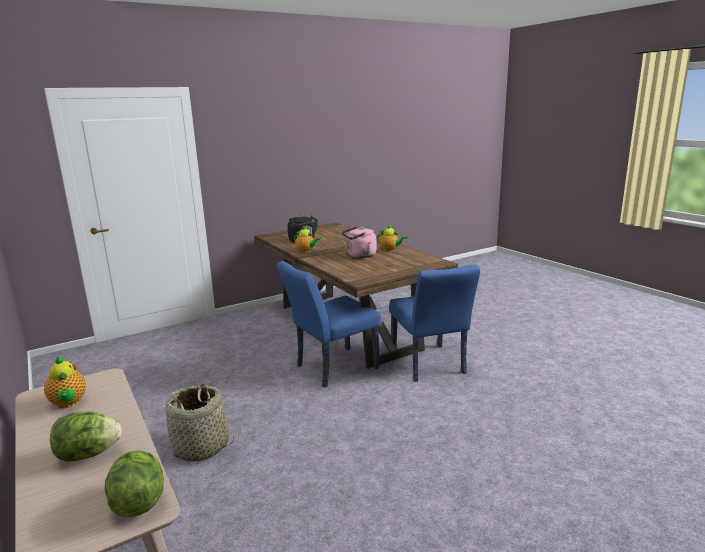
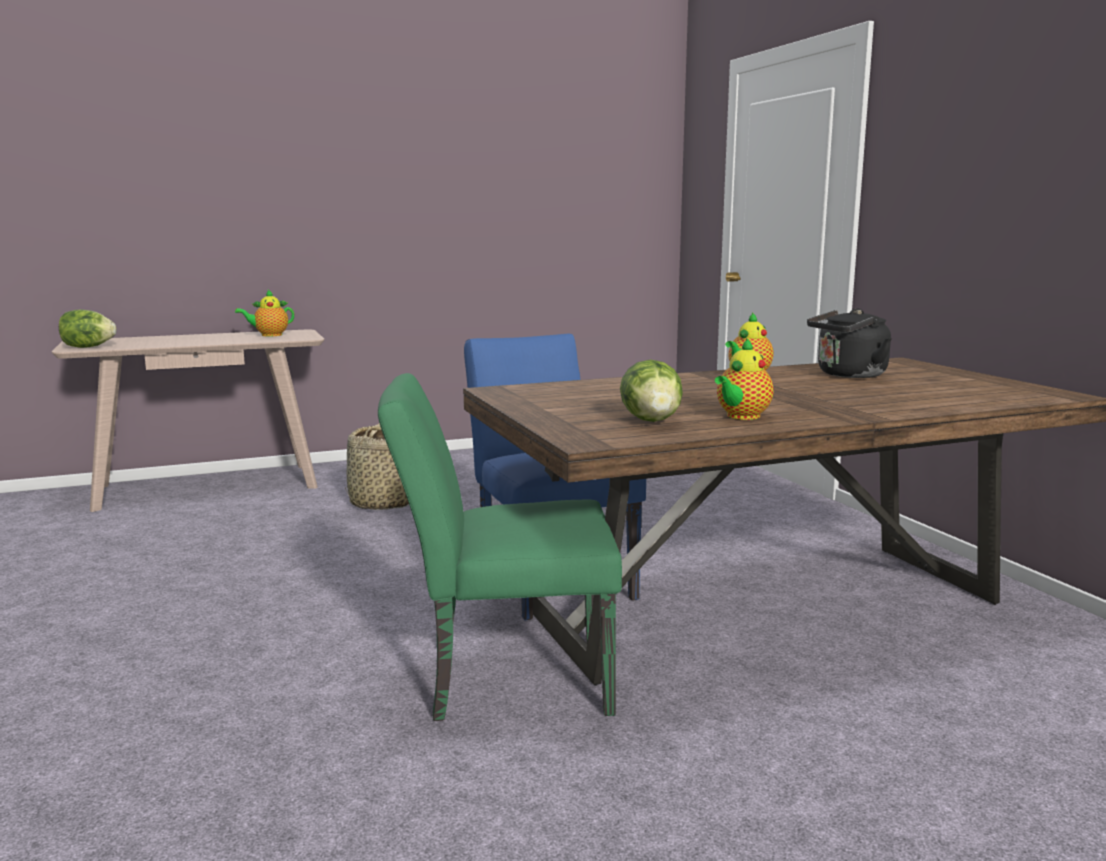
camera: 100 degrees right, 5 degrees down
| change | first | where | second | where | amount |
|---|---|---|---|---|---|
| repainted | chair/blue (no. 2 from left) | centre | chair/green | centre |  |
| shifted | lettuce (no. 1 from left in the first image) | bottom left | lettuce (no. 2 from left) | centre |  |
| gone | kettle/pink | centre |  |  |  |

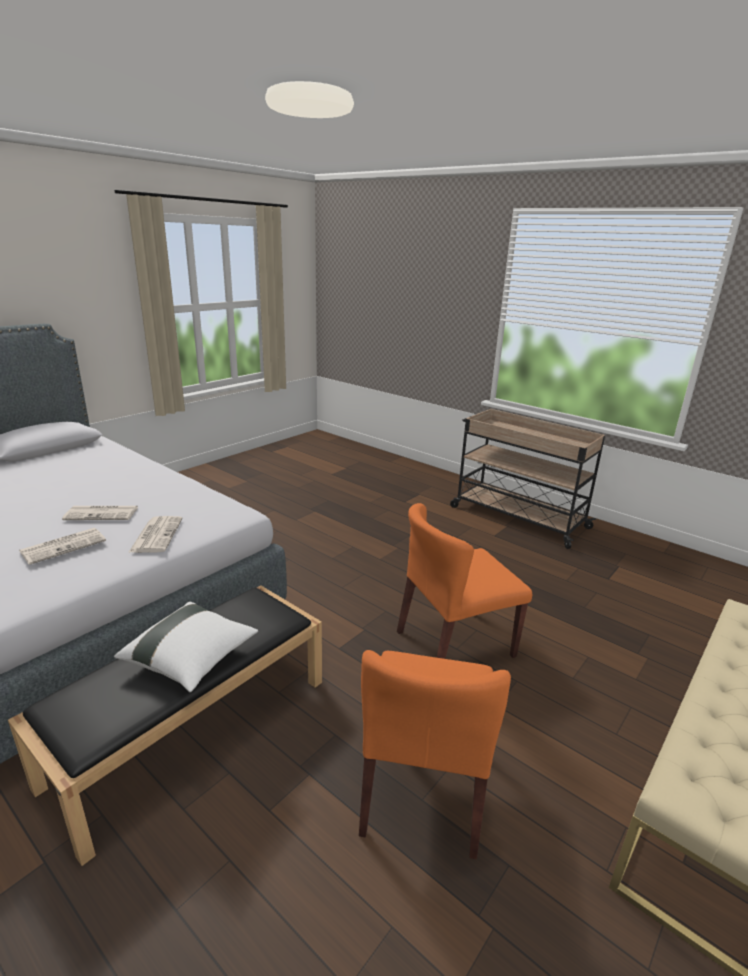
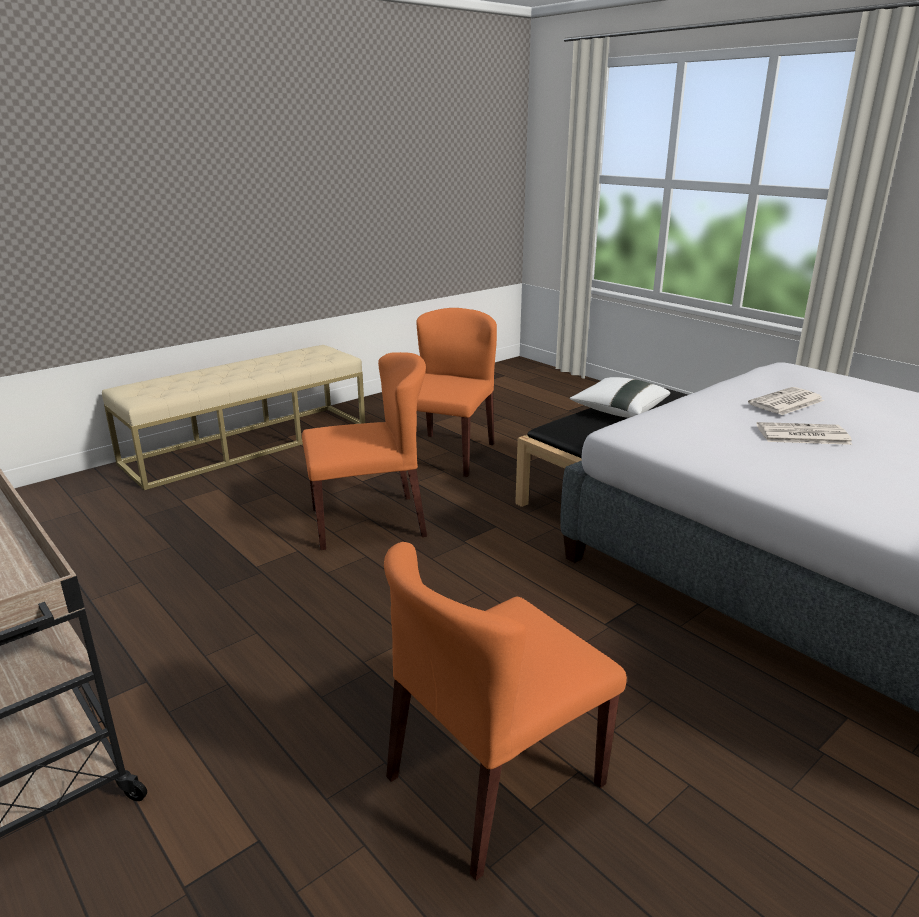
camera: 170 degrees left, 0 degrees up
| change | first | where | second | where | amount |
|---|---|---|---|---|---|
| new |  |  | chair/orange (no. 3 from left) | bottom centre |  |
| gone | newspaper (no. 3 from left) | middle left |  |  |  |

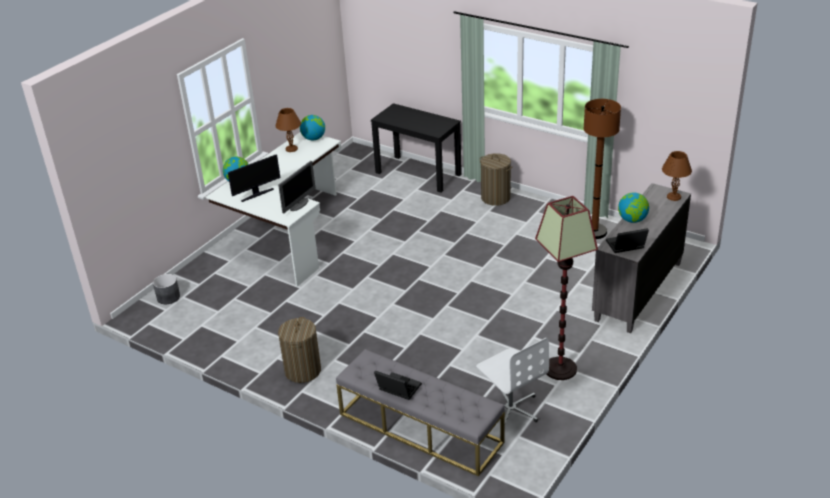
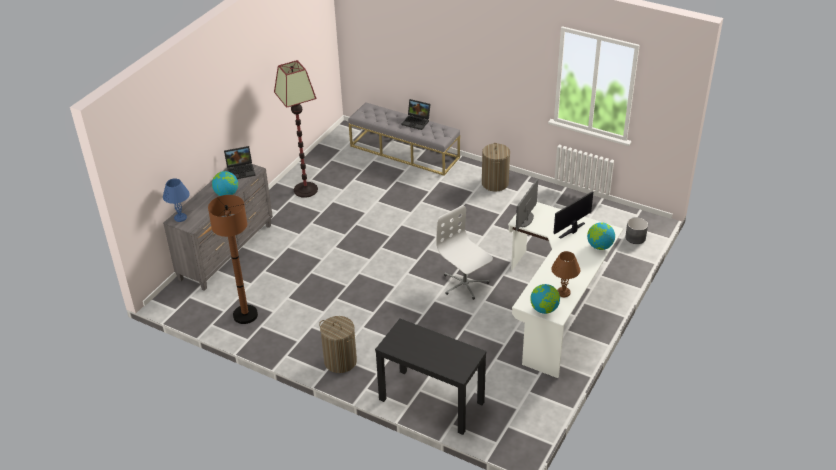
camera: 175 degrees right, 5 degrees up
| change | first | where | second | where | amount |
|---|---|---|---|---|---|
| repainted | table lamp/brown (no. 2 from left) | middle right | table lamp/blue | middle left |  |
| shifted | office chair/white | bottom centre |  | centre |  |

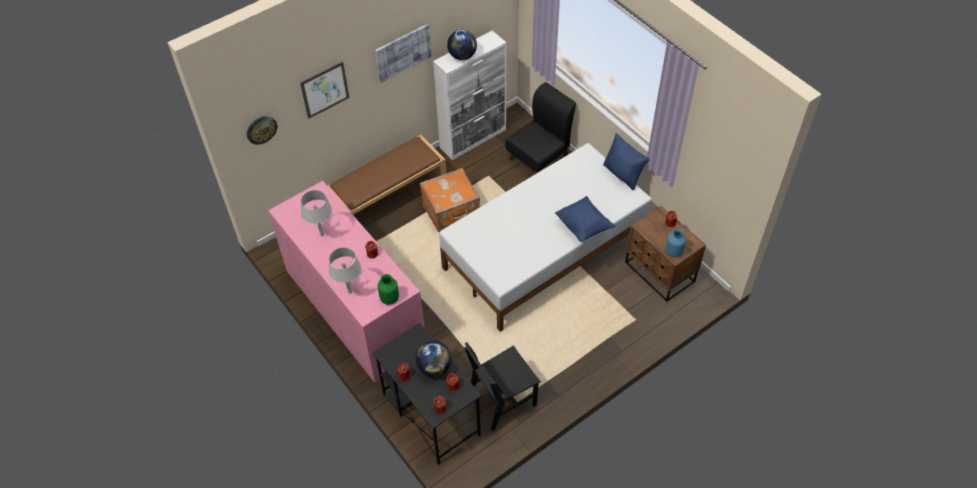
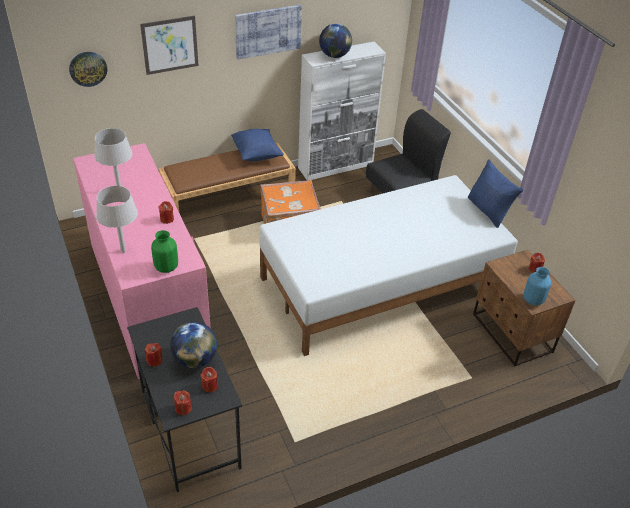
camera: 10 degrees right, 10 degrees down
| change | first | where | second | where | amount |
|---|---|---|---|---|---|
| shifted | pillow/blue (no. 1 from left) | centre |  | top centre |  |
| gone | chair/black (no. 1 from left) | bottom centre |  |  |  |

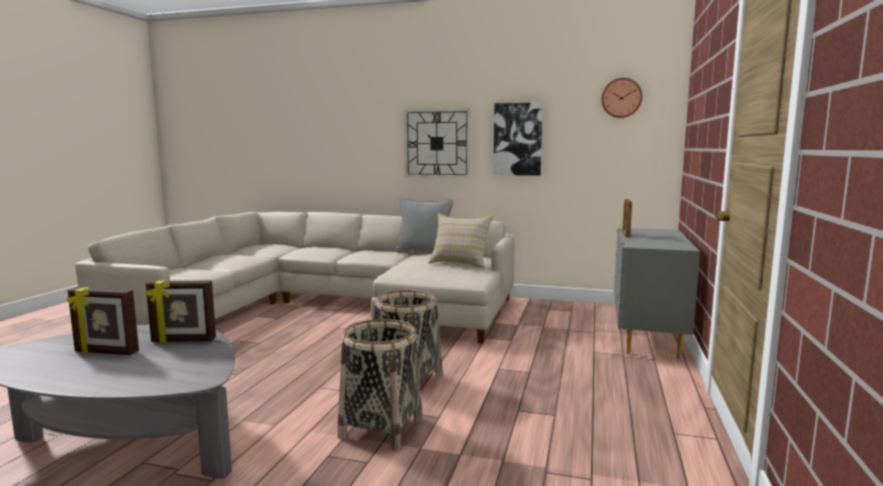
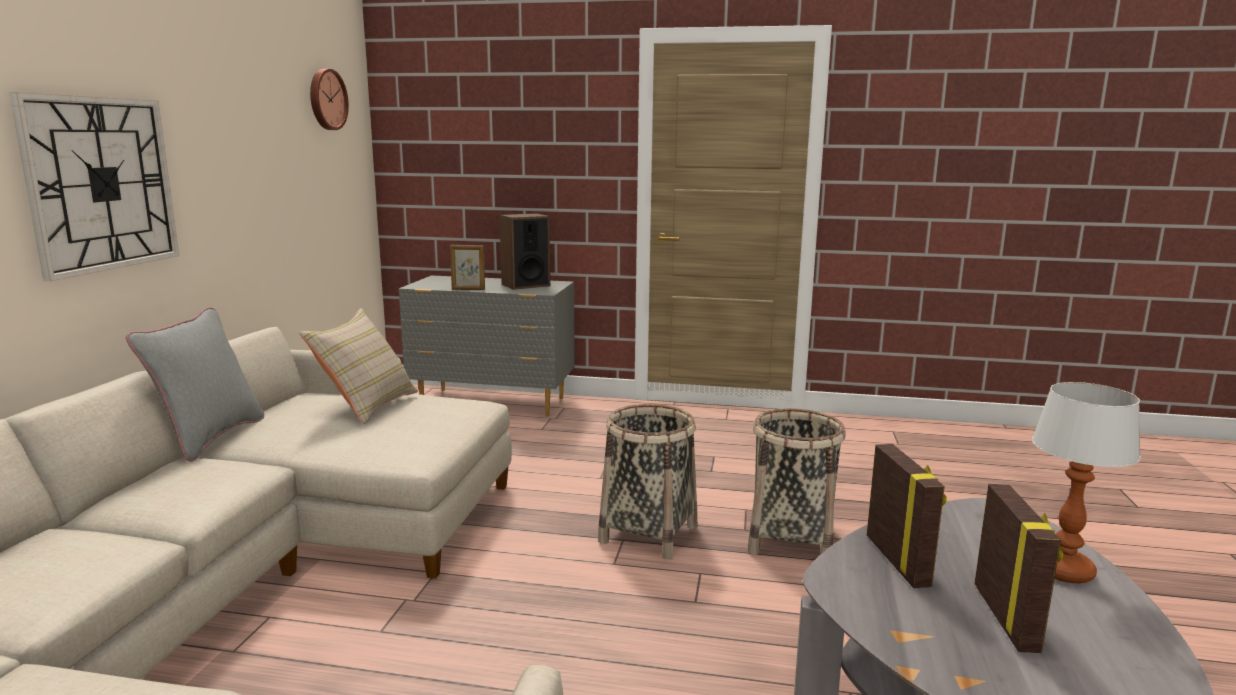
camera: 95 degrees left, 5 degrees up
| change | first | where | second | where | amount |
|---|---|---|---|---|---|
| new |  |  | speaker | centre |  |
| new |  |  | table lamp | bottom right |  |
| gone | picture | top centre |  |  |  |

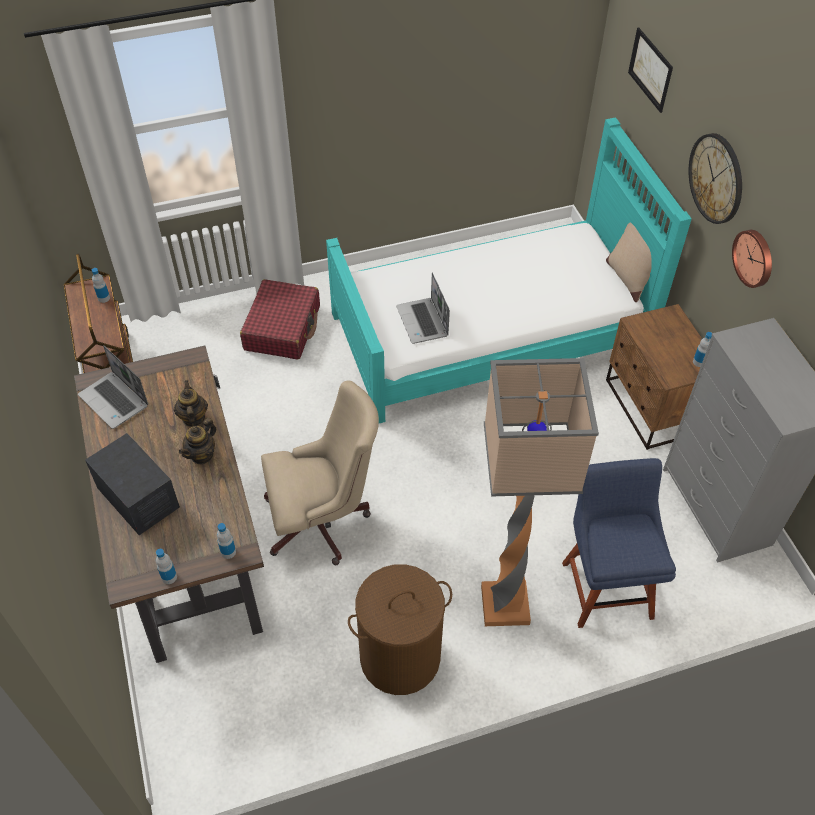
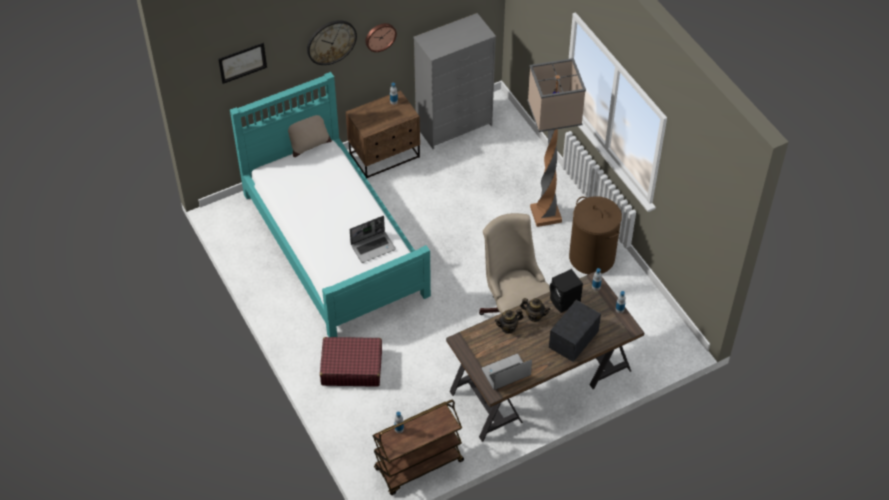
camera: 100 degrees left, 0 degrees up
| change | first | where | second | where | amount |
|---|---|---|---|---|---|
| rotated | laptop (no. 1 from left in the first image) | middle left | laptop (no. 2 from left) | bottom centre | 150 degrees counterclockwise |
| new |  |  | speaker/black | centre |  |
| gone | chair/blue | middle right |  |  |  |

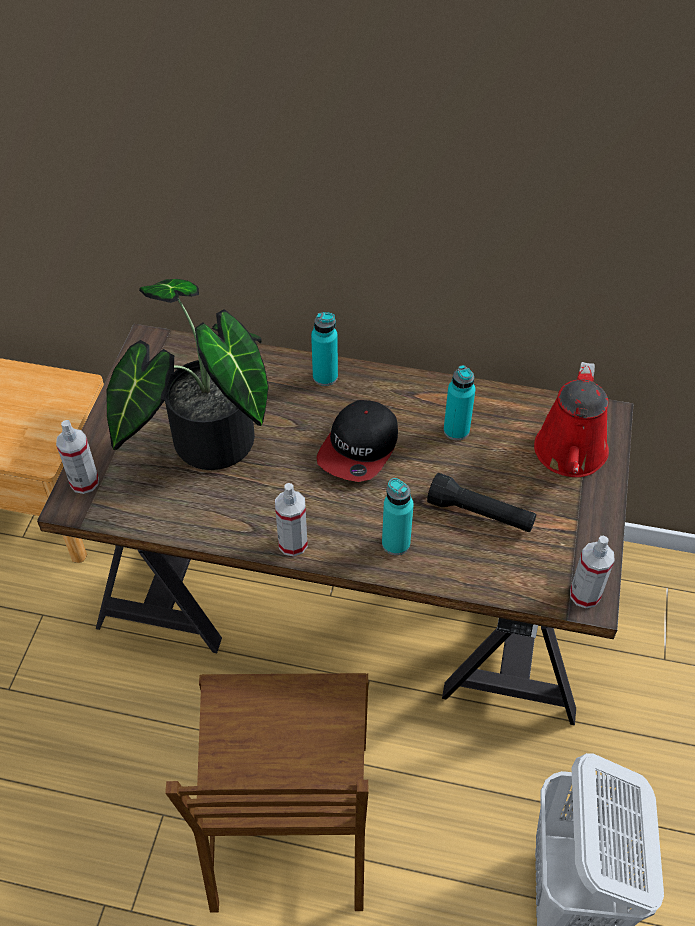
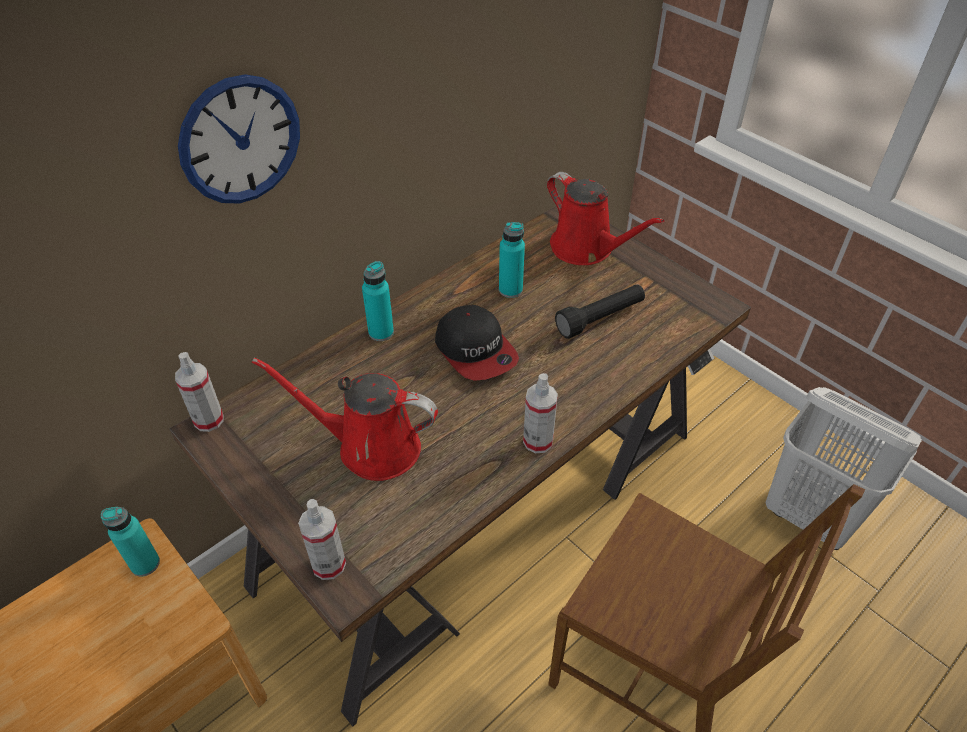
camera: 55 degrees left, 5 degrees down
| change | first | where | second | where | amount |
|---|---|---|---|---|---|
| shifted | bottle/turquoise (no. 2 from left in the first image) | centre | bottle/turquoise (no. 1 from left) | bottom left |  |
| shifted | spray bottle (no. 3 from left in the first image) | middle right | spray bottle (no. 1 from left) | middle left |  |
| new |  |  | wall clock | top left |  |
| swapped | potted plant | middle left | watering can/red (no. 1 from left) | centre |  |

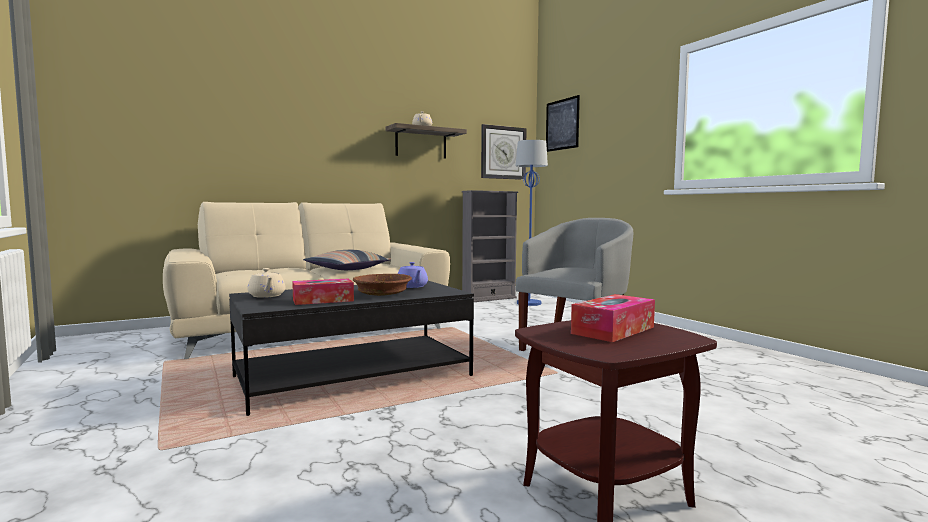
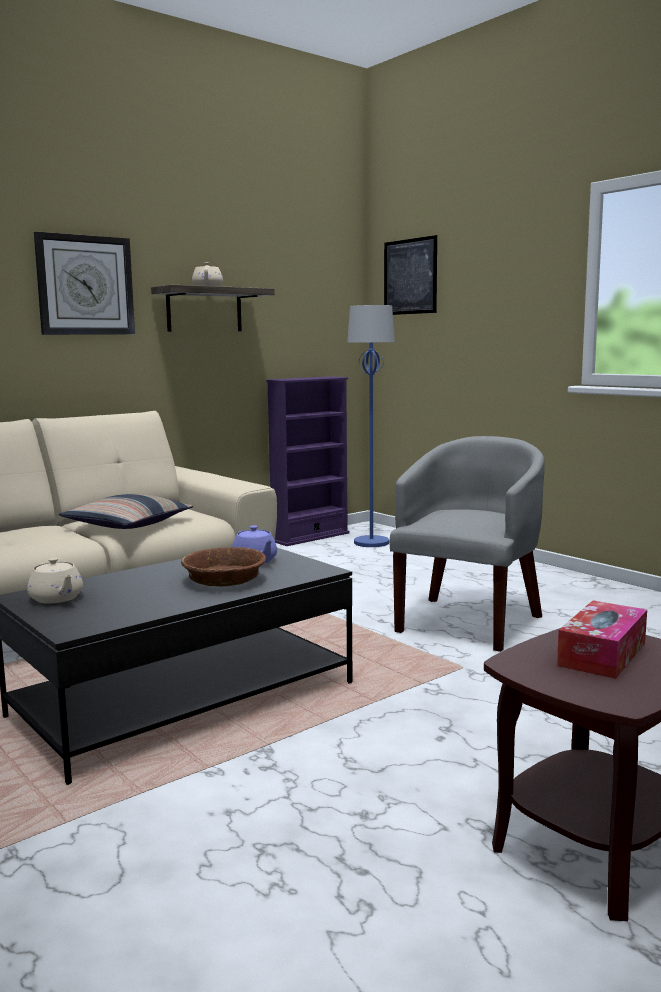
camera: 10 degrees left, 5 degrees up
| change | first | where | second | where | amount |
|---|---|---|---|---|---|
| shifted | wall clock | top centre |  | top left |  |
| repainted | bookcase/grey | centre | bookcase/purple | centre |  |
| gone | tissue box (no. 1 from left) | centre |  |  |  |

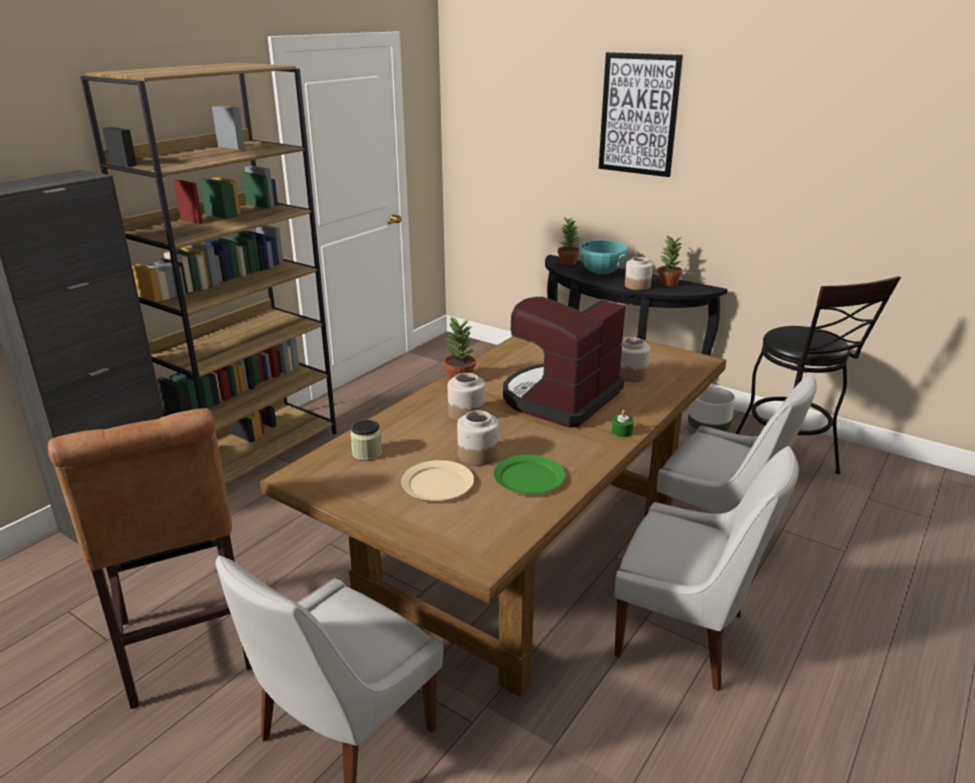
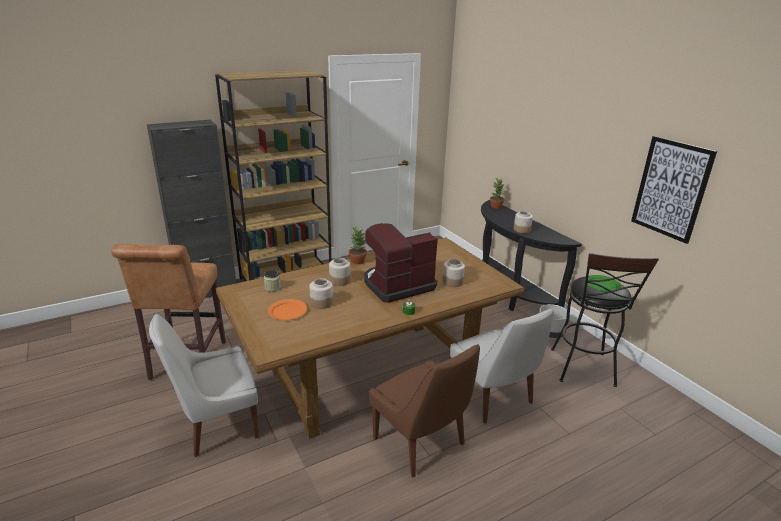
camera: 25 degrees right, 0 degrees up
| change | first | where | second | where | amount |
|---|---|---|---|---|---|
| repainted | plate/beige | centre | plate/orange | centre |  |
| repainted | chair/white (no. 2 from left) | bottom right | chair/brown | bottom centre |  |
| shifted | plate/green | centre |  | middle right |  |
| shifted | picture | top centre |  | middle right |  |
| gone | cooking pot/turquoise | top centre |  |  |  |
| gone | potted plant (no. 3 from left) | top right |  |  |  |

